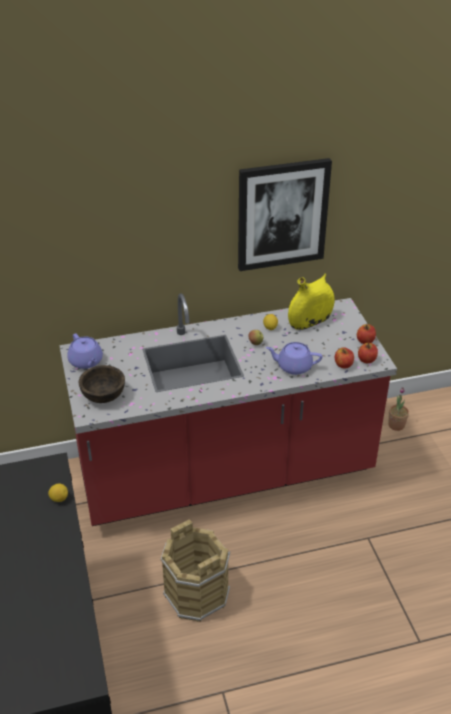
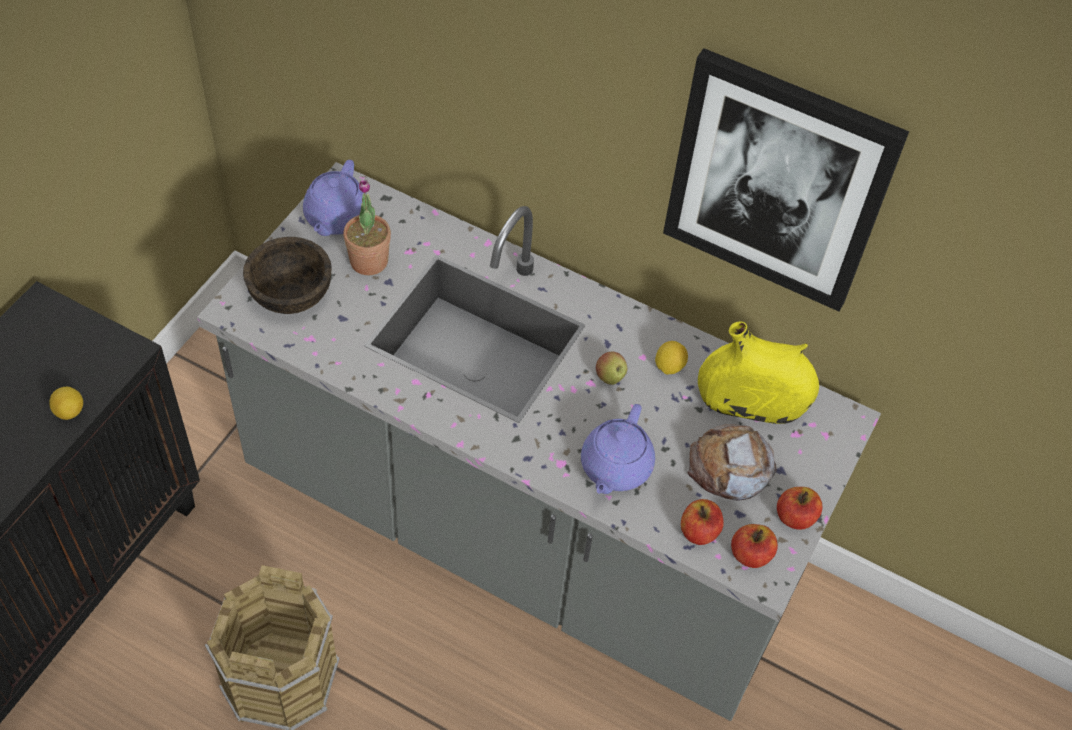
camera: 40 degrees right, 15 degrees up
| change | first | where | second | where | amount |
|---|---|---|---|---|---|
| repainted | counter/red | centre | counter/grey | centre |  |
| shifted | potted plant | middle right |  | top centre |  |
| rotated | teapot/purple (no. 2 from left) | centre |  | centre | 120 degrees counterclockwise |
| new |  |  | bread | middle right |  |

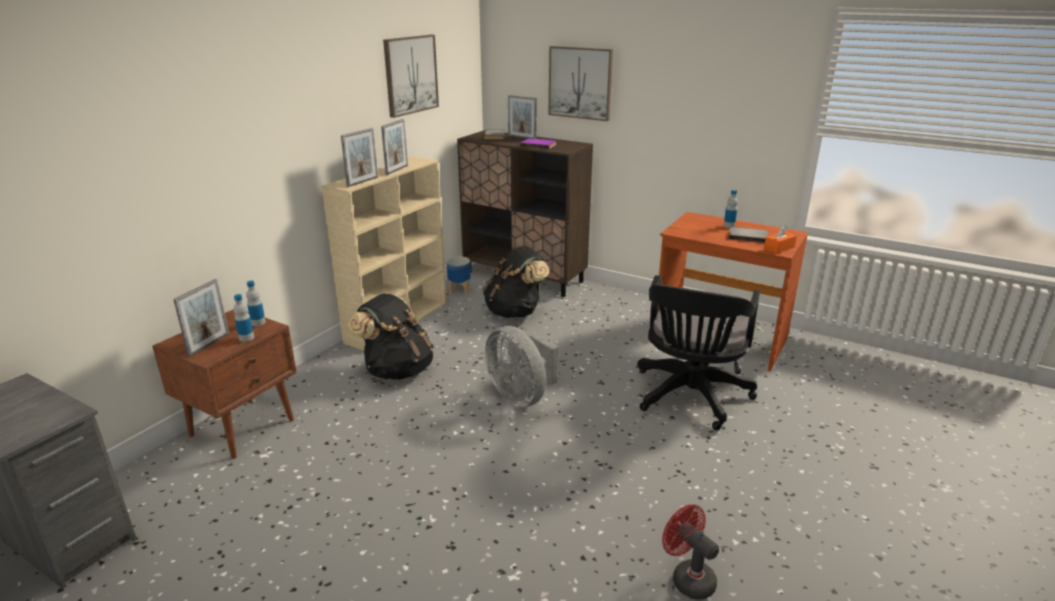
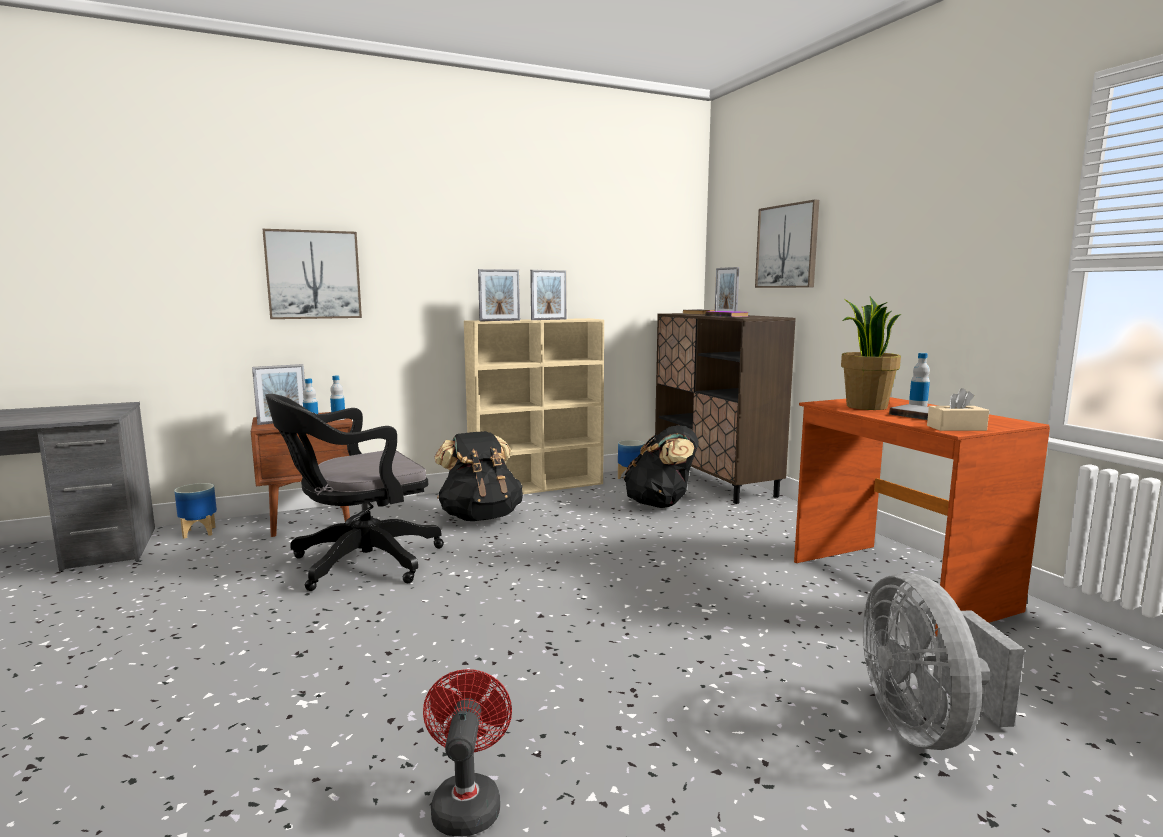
camera: 35 degrees right, 15 degrees down
| change | first | where | second | where | amount |
|---|---|---|---|---|---|
| new |  |  | planter (no. 1 from left) | middle left |  |
| shifted | picture (no. 1 from left) | top centre |  | top left |  |
| shifted | office chair/black | centre |  | middle left |  |
| new |  |  | potted plant | middle right |  |
| shifted | fan/grey | centre |  | bottom right |  |
| repainted | tissue box/orange | middle right | tissue box/beige | middle right |  |

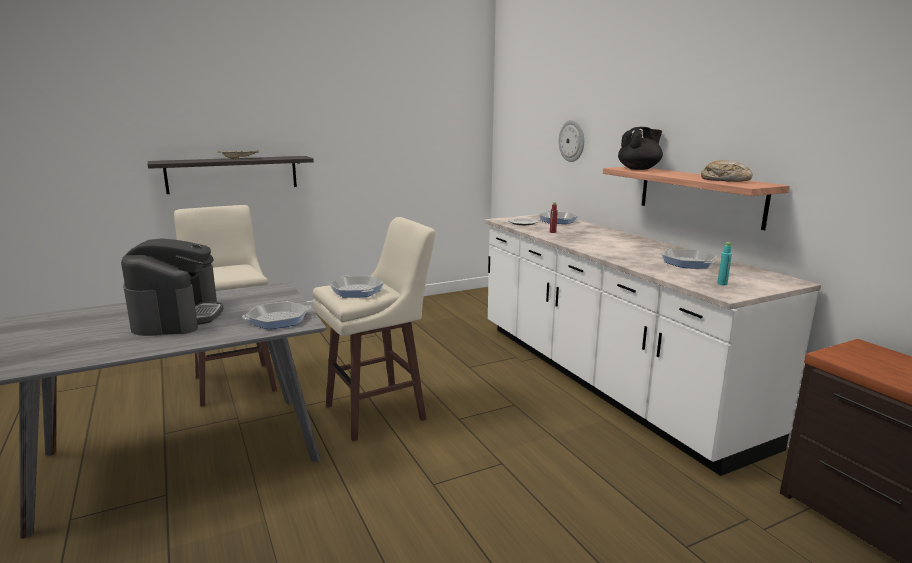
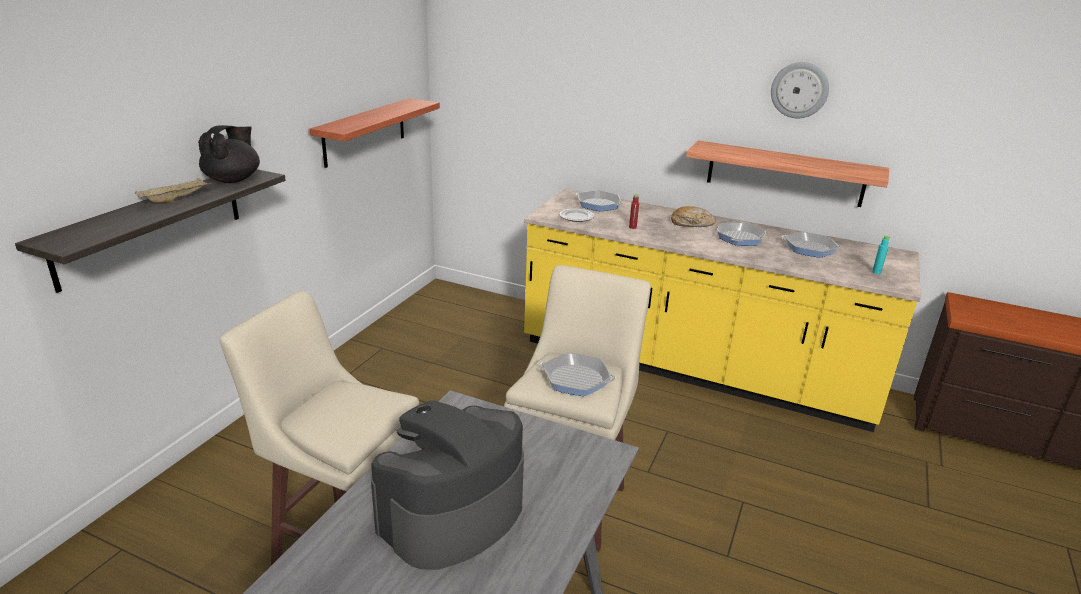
camera: 40 degrees left, 10 degrees up
| change | first | where | second | where | amount |
|---|---|---|---|---|---|
| shifted | teapot/black | top right |  | top left |  |
| new |  |  | shelf (no. 2 from left) | top centre |  |
| rotated | coffee machine | middle left |  | bottom centre | 90 degrees counterclockwise |
| repainted | counter/white | middle right | counter/yellow | middle right |  |
| shifted | bread | top right |  | centre |  |
| shifted | frying pan (no. 1 from left in the first image) | middle left | frying pan (no. 3 from left) | middle right |  |
| shifted | wall clock | top centre |  | top right |  |

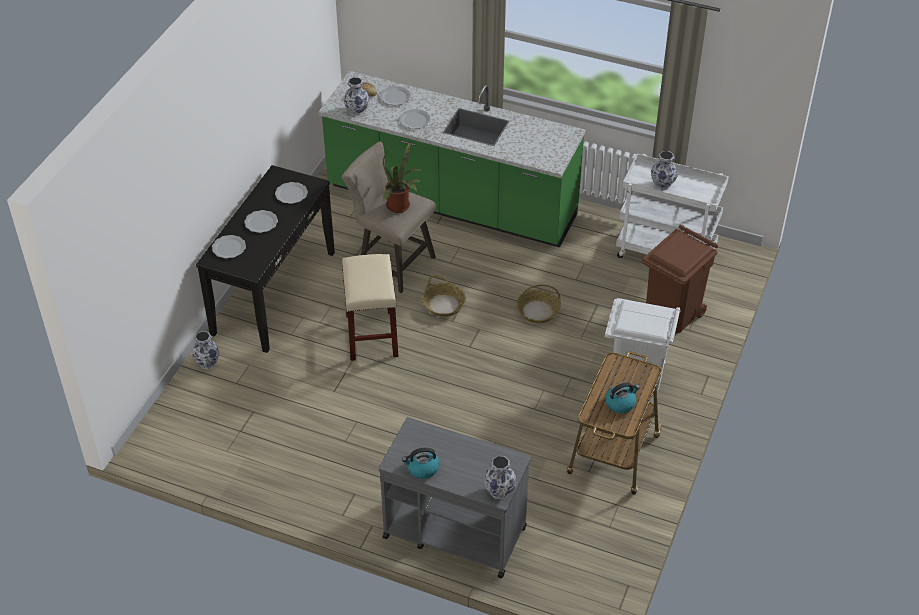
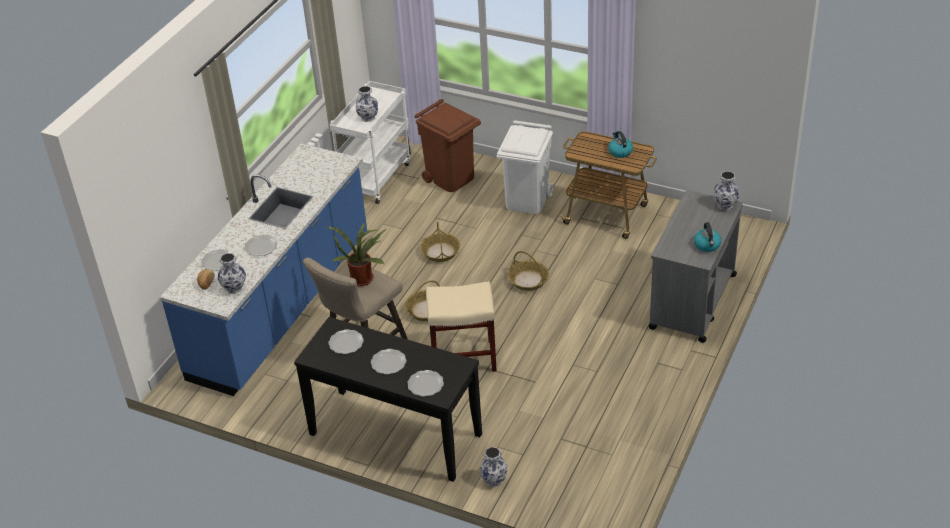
camera: 85 degrees left, 5 degrees down
| change | first | where | second | where | amount |
|---|---|---|---|---|---|
| repainted | counter/green | top centre | counter/blue | middle left |  |
| new |  |  | basket (no. 3 from left) | centre |  |

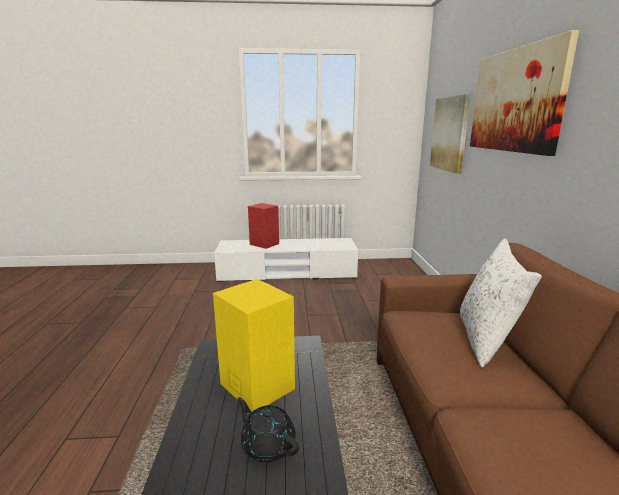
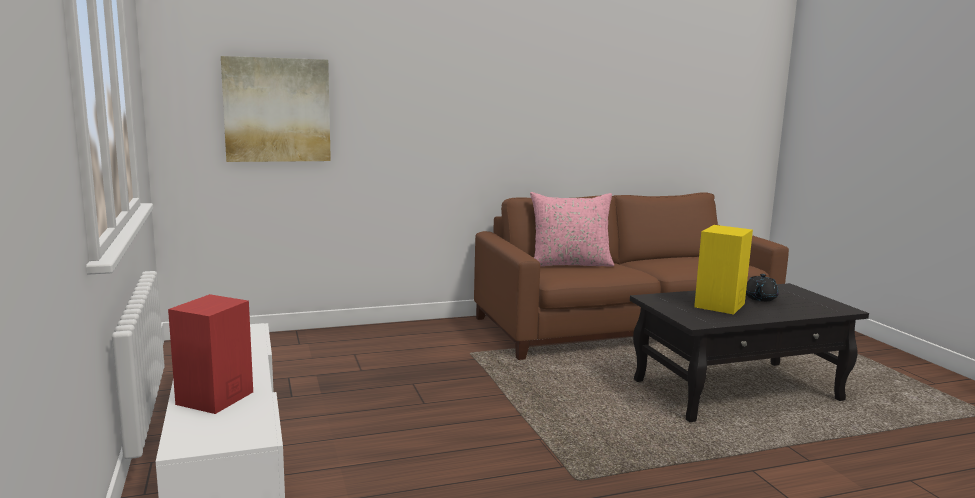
camera: 105 degrees left, 5 degrees down
| change | first | where | second | where | amount |
|---|---|---|---|---|---|
| repainted | pillow/white | middle right | pillow/pink | centre |  |
| gone | picture (no. 2 from left) | top right |  |  |  |

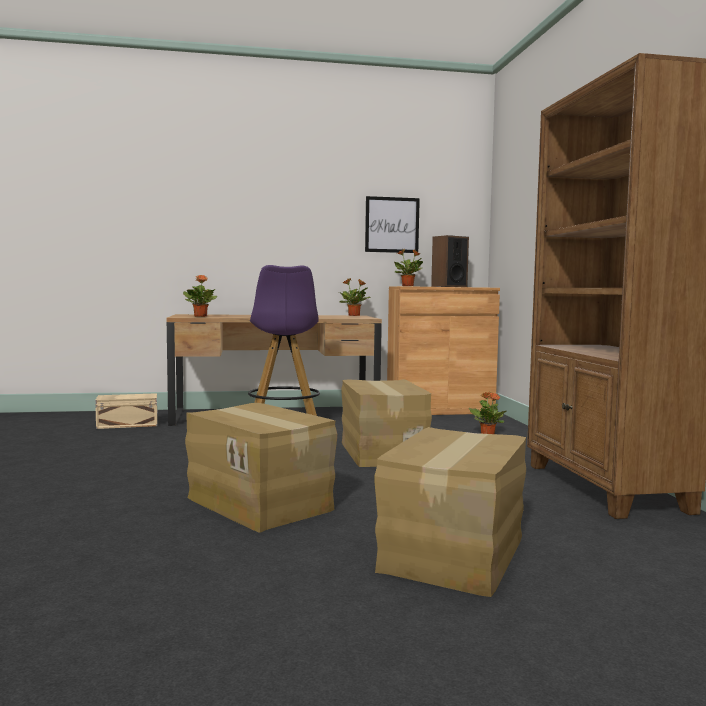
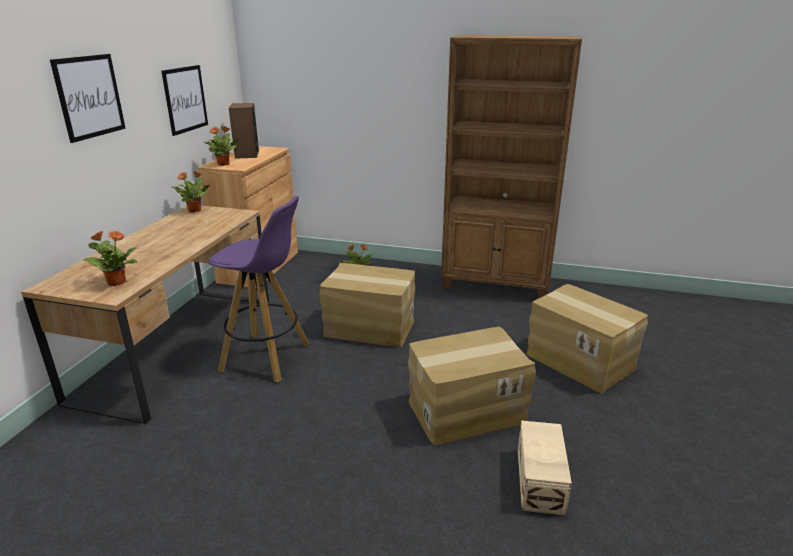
camera: 65 degrees left, 20 degrees up
| change | first | where | second | where | amount |
|---|---|---|---|---|---|
| new |  |  | picture (no. 1 from left) | top left |  |
| shifted | storage box/beige | middle left |  | bottom right |  |

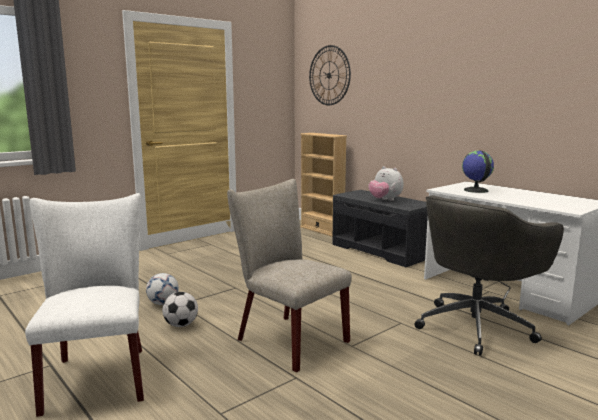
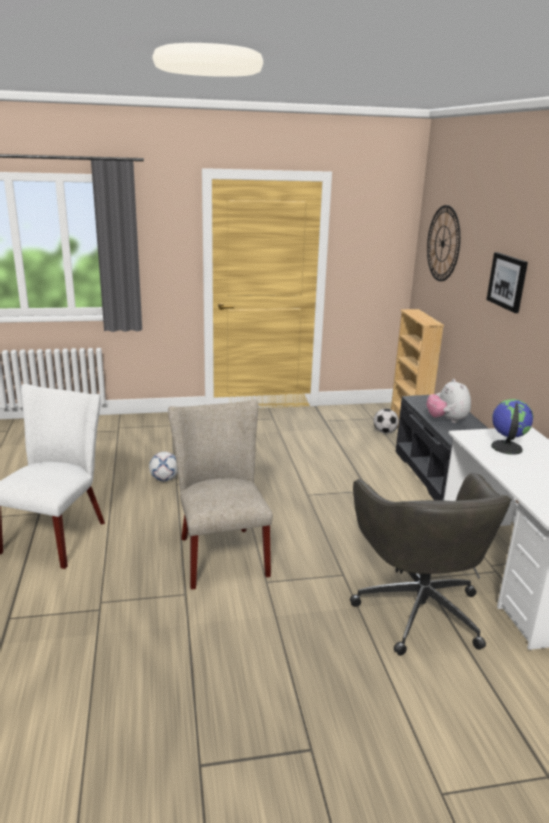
camera: 30 degrees right, 10 degrees up
| change | first | where | second | where | amount |
|---|---|---|---|---|---|
| rotated | office chair/grey | middle right |  | bottom right | 90 degrees counterclockwise |
| shifted | football (no. 2 from left) | bottom left |  | middle right |  |
| new |  |  | picture | middle right |  |

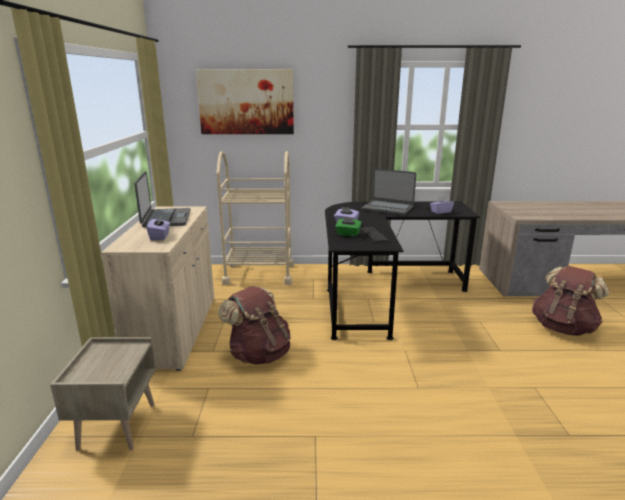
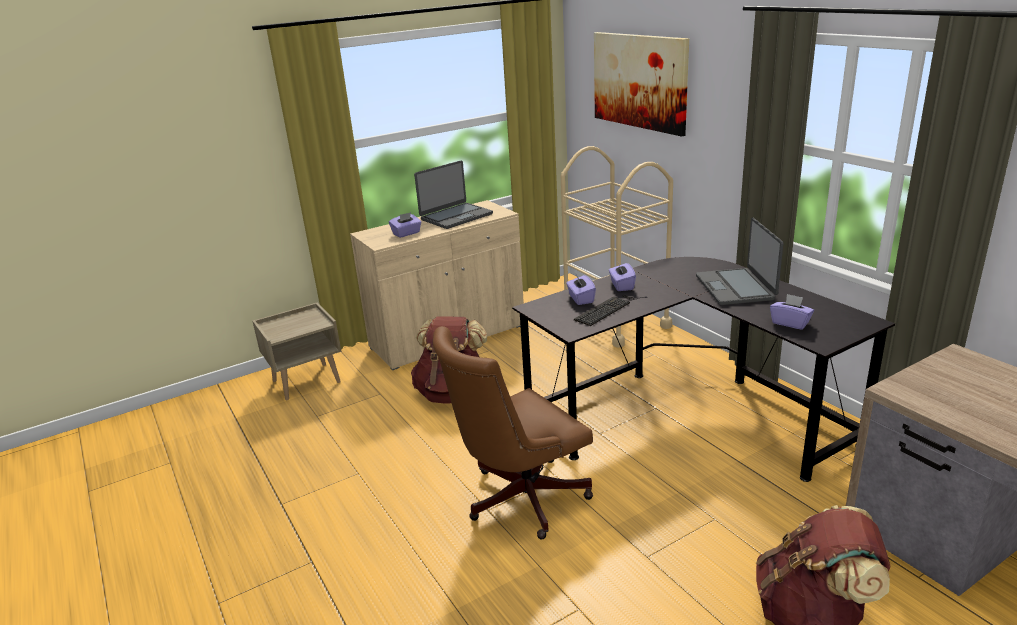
camera: 60 degrees right, 5 degrees up
| change | first | where | second | where | amount |
|---|---|---|---|---|---|
| new |  |  | office chair/brown | bottom centre |  |
| repainted | tissue box/green | centre | tissue box/purple (no. 2 from left) | centre |  |

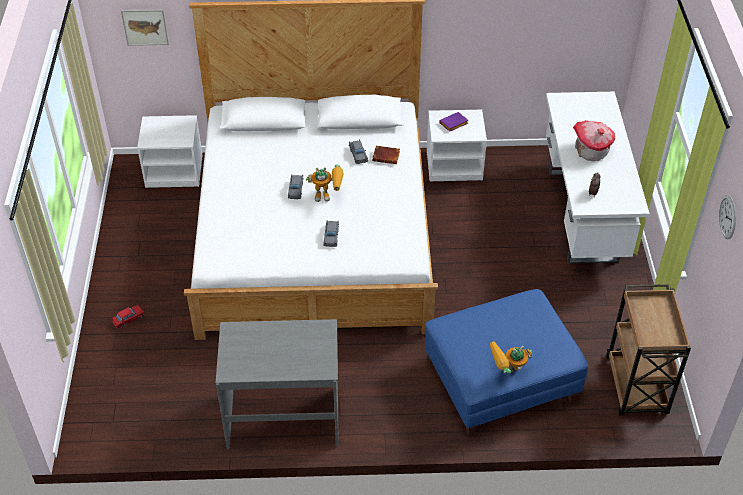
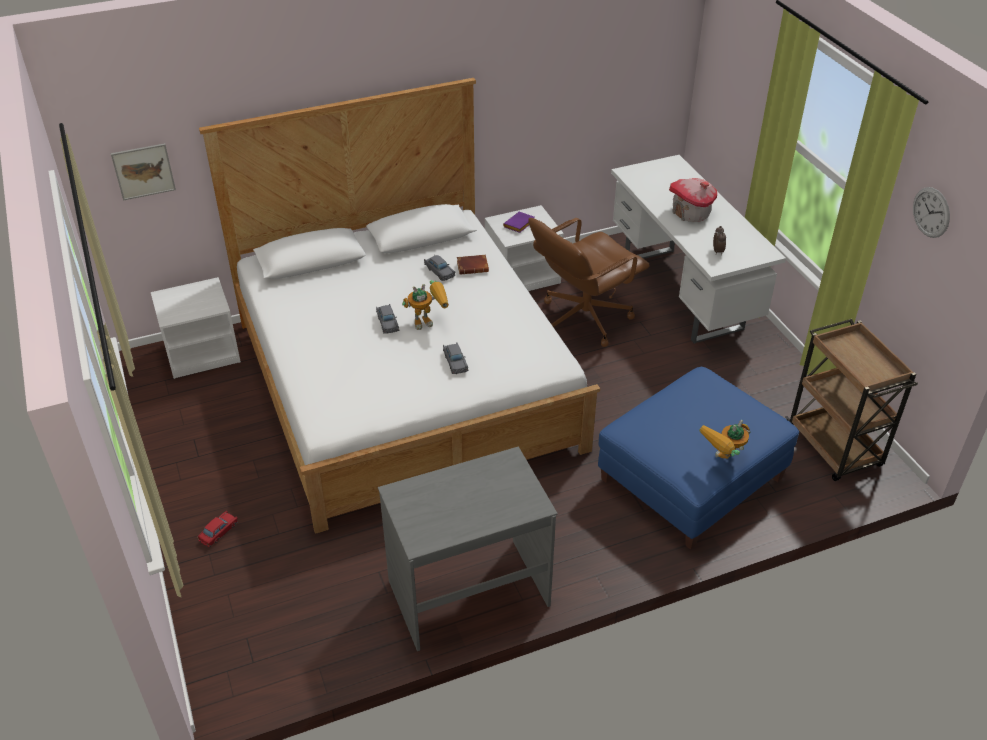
camera: 20 degrees left, 5 degrees down
| change | first | where | second | where | amount |
|---|---|---|---|---|---|
| new |  |  | office chair/brown | centre |  |

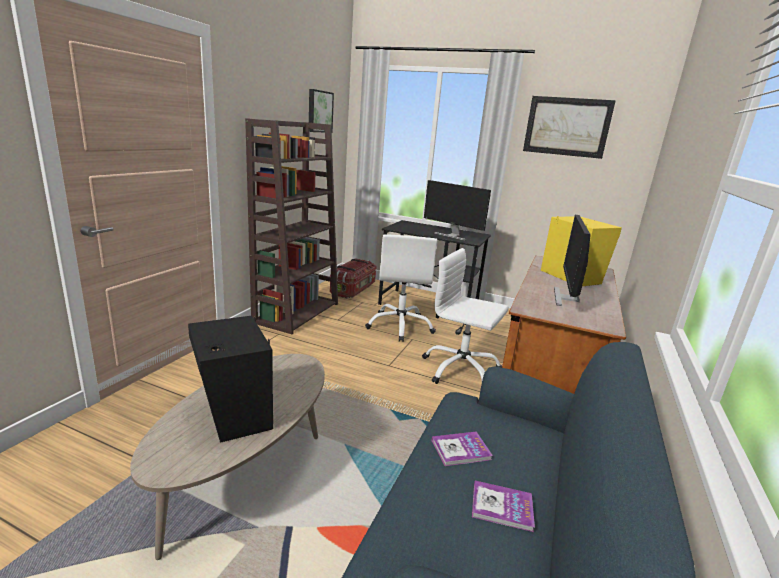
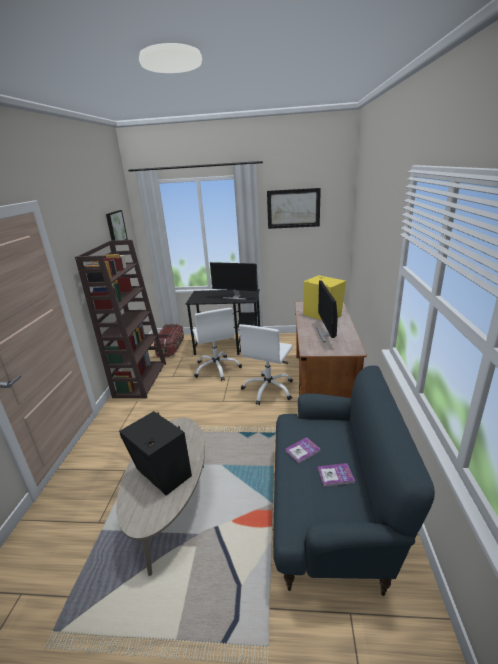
camera: 15 degrees left, 5 degrees up
| change | first | where | second | where | amount |
|---|---|---|---|---|---|
| rotated | office chair/white (no. 2 from left) | centre |  | centre | 75 degrees counterclockwise |

